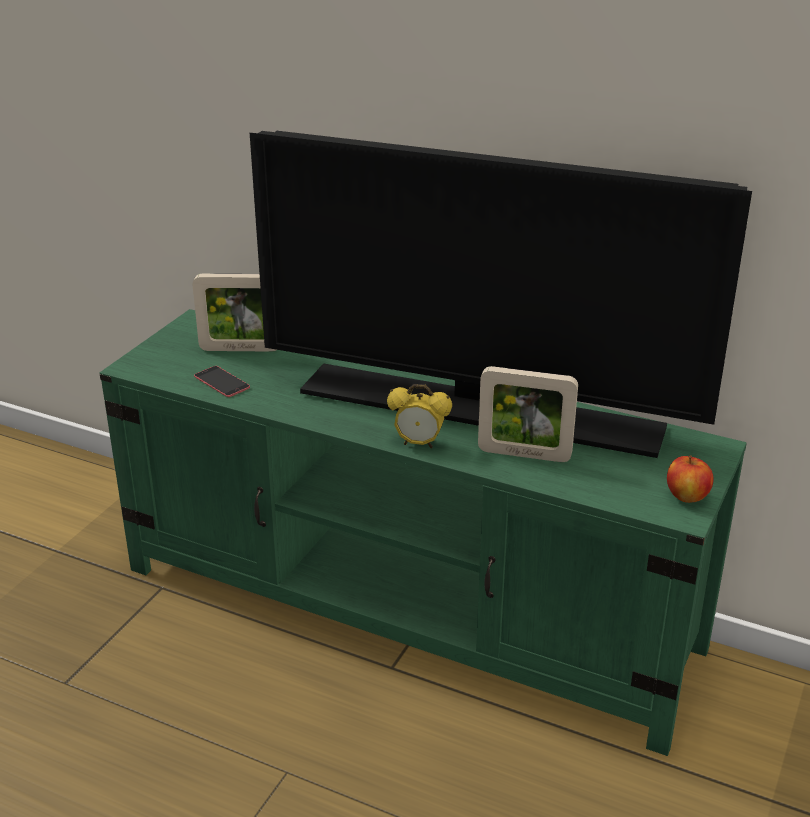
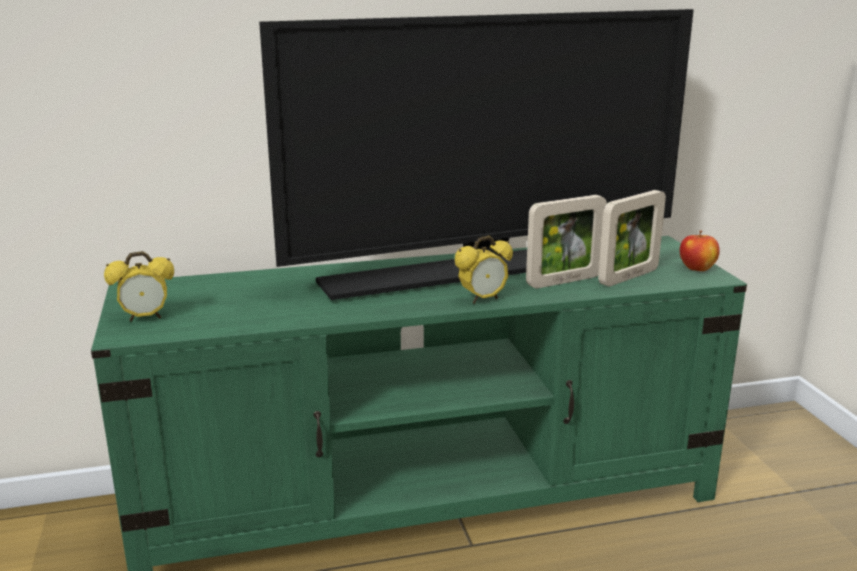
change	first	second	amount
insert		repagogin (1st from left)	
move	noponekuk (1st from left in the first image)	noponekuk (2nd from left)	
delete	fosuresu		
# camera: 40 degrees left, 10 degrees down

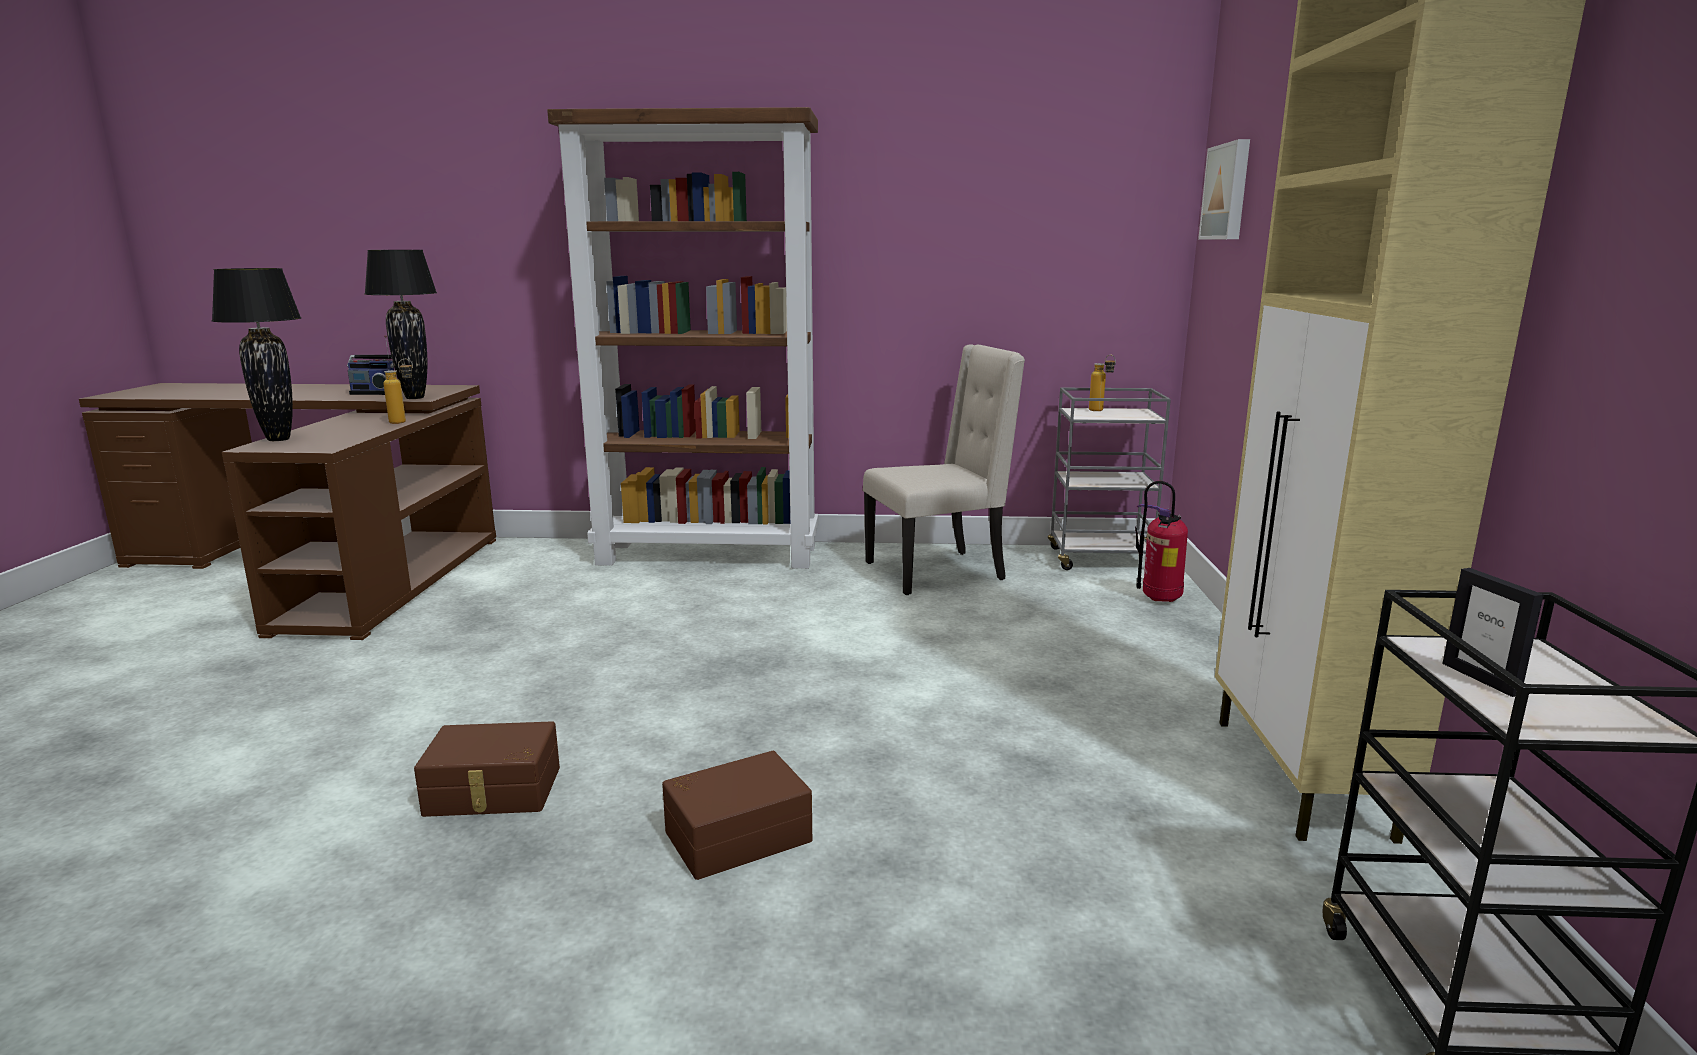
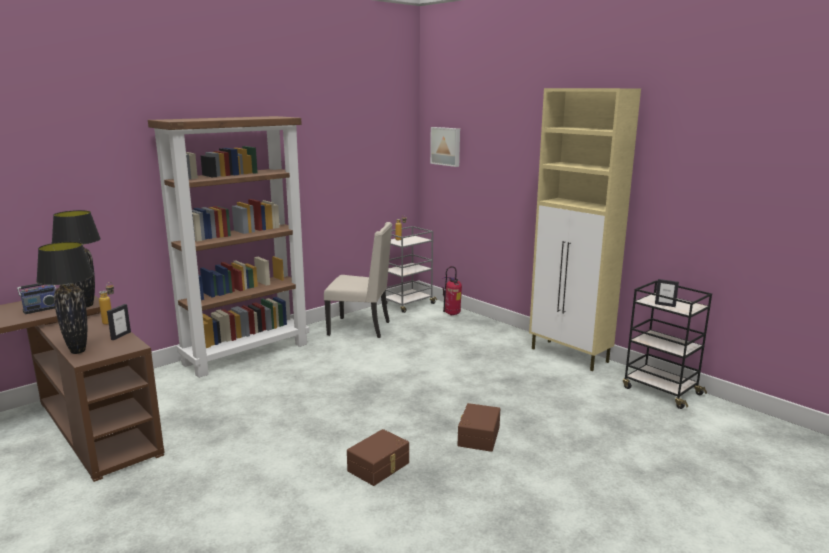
change	first	second	amount
insert		noponekuk (1st from left)	
rotate	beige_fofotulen		75 degrees clockwise
# camera: 45 degrees left, 0 degrees up

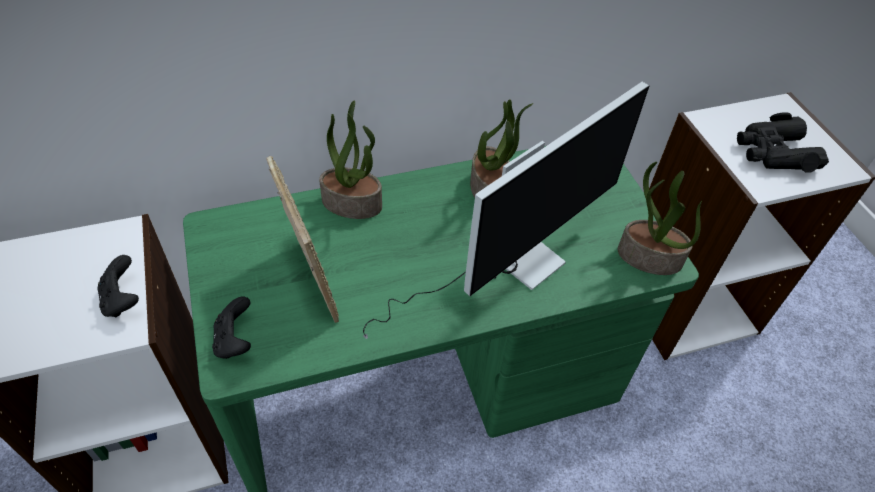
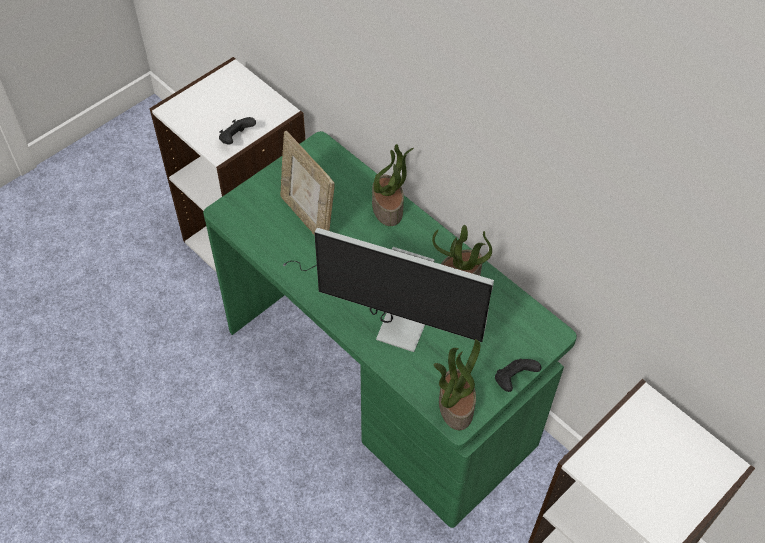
change	first	second	amount
rotate	noponekuk		105 degrees clockwise
move	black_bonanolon (2nd from left)		
delete	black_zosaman		
# camera: 65 degrees right, 5 degrees up

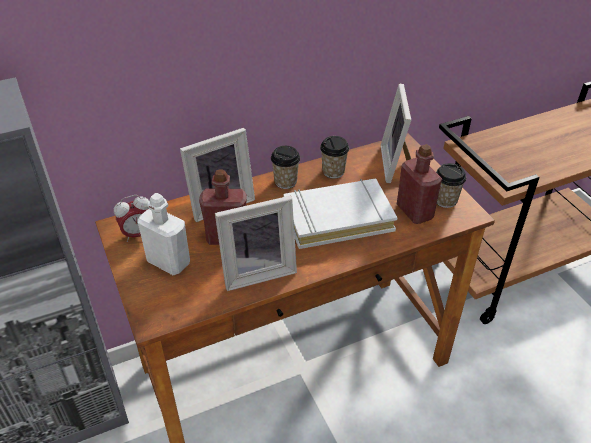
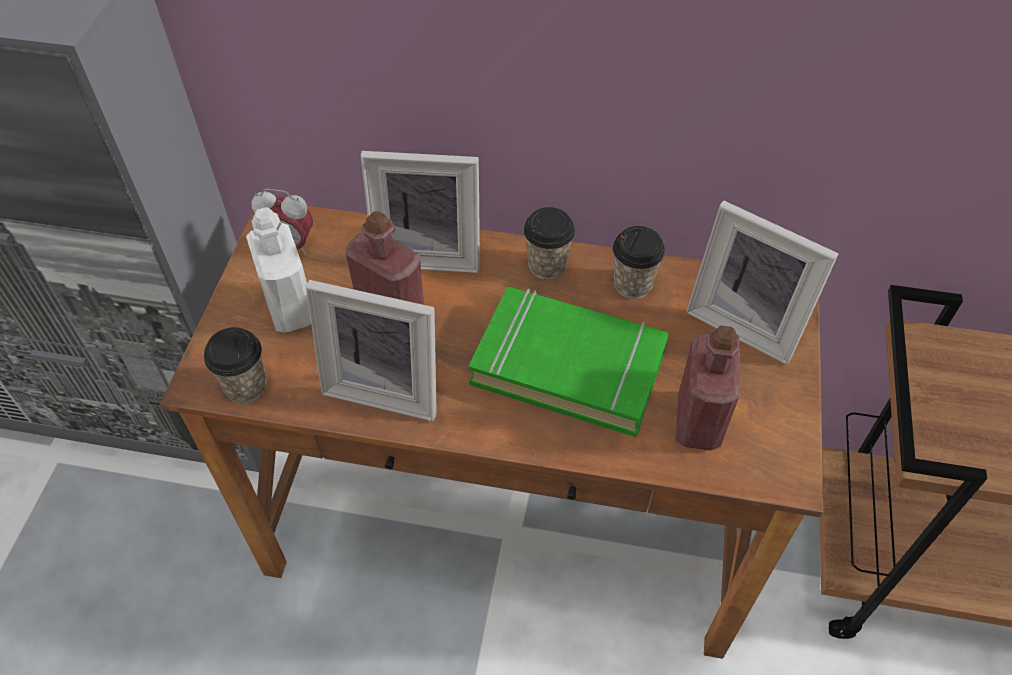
change	first	second	amount
move	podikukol (3rd from left in the first image)	podikukol (1st from left)	
recolor	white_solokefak	green_solokefak	
rotate	noponekuk (3rd from left)		90 degrees counterclockwise
# camera: 35 degrees right, 10 degrees up

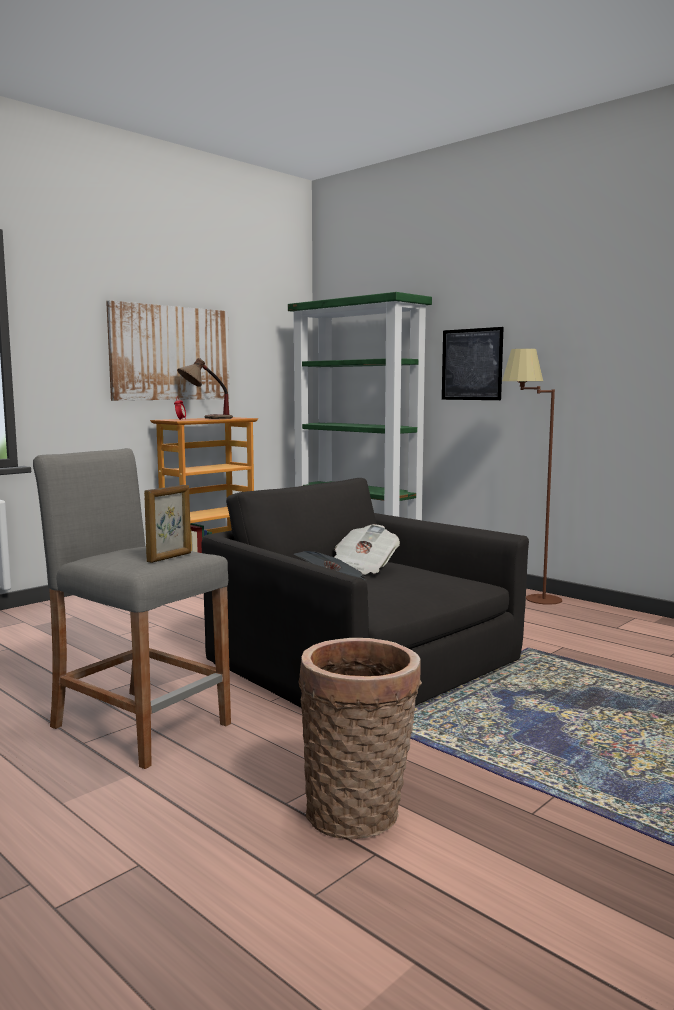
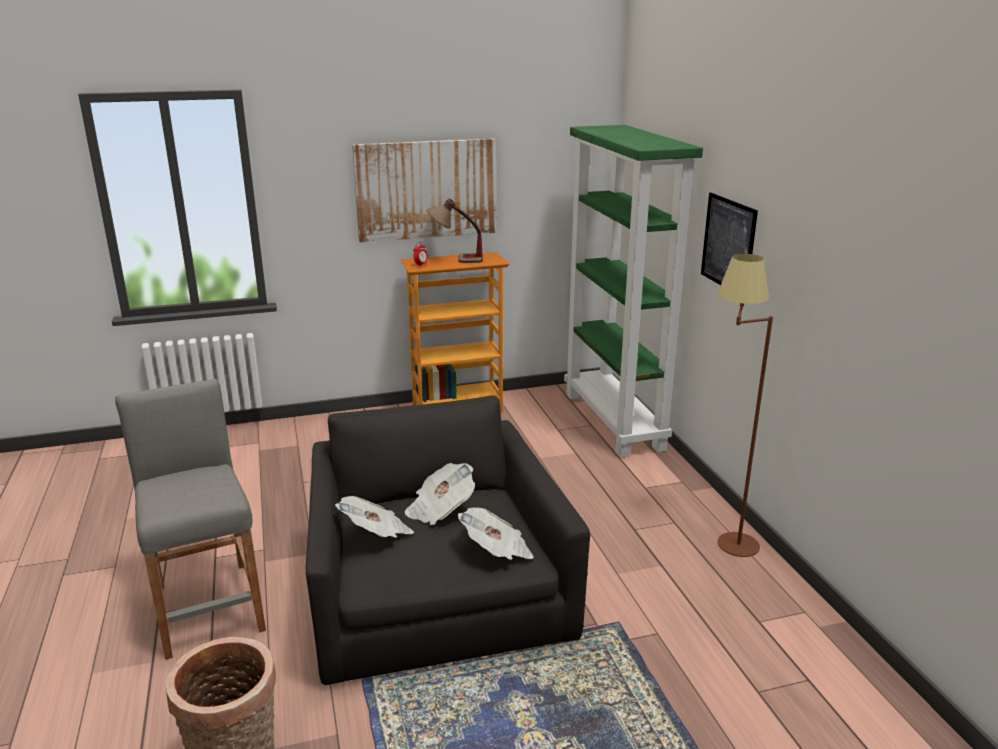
change	first	second	amount
insert		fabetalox (3rd from left)	
delete	noponekuk		
# camera: 30 degrees right, 15 degrees up

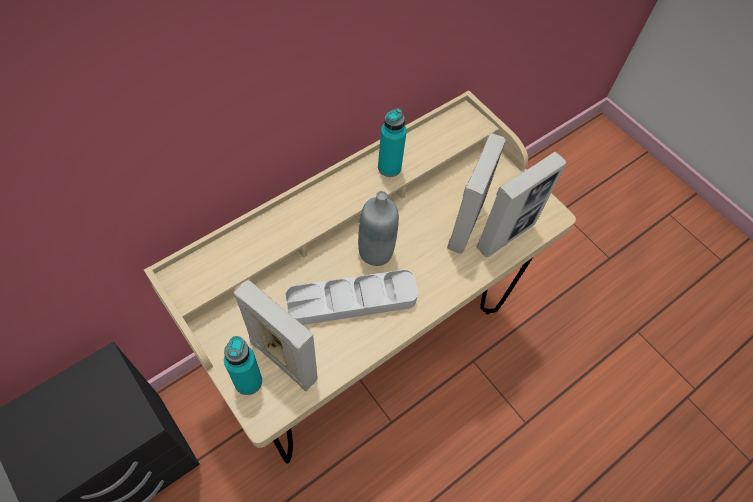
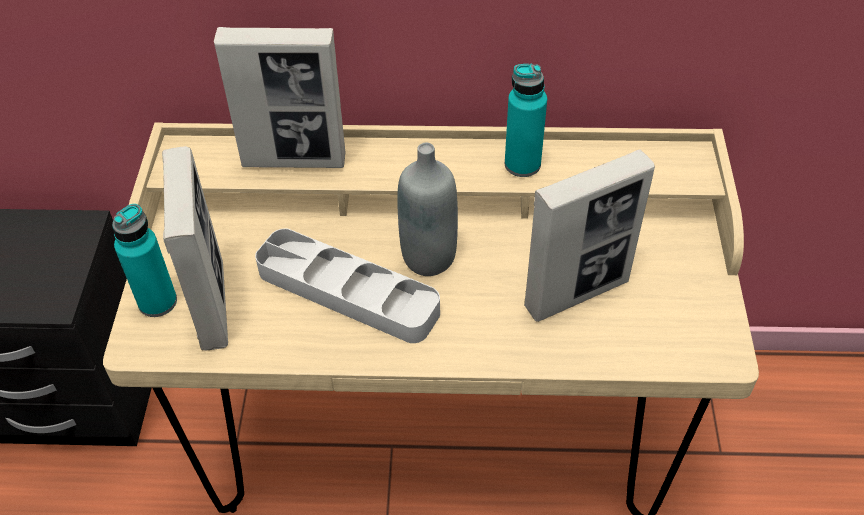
change	first	second	amount
move	noponekuk (3rd from left in the first image)	noponekuk (2nd from left)	
# camera: 45 degrees right, 10 degrees down

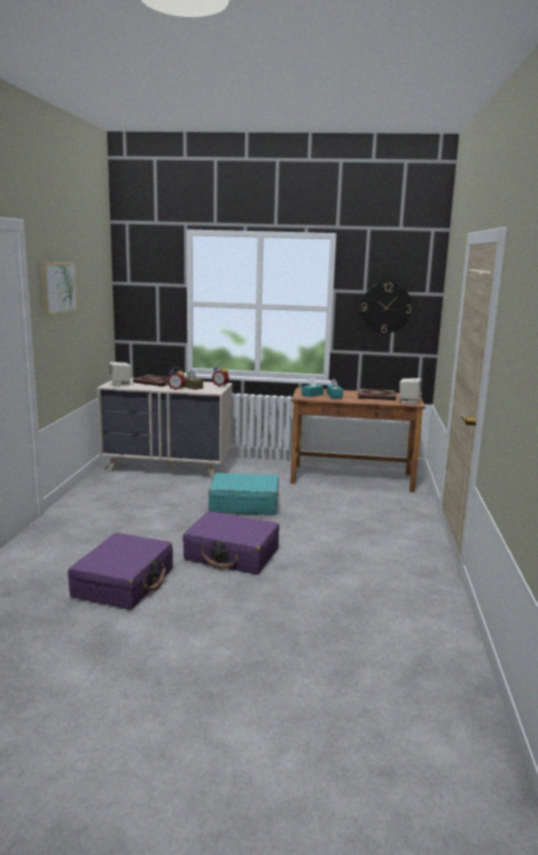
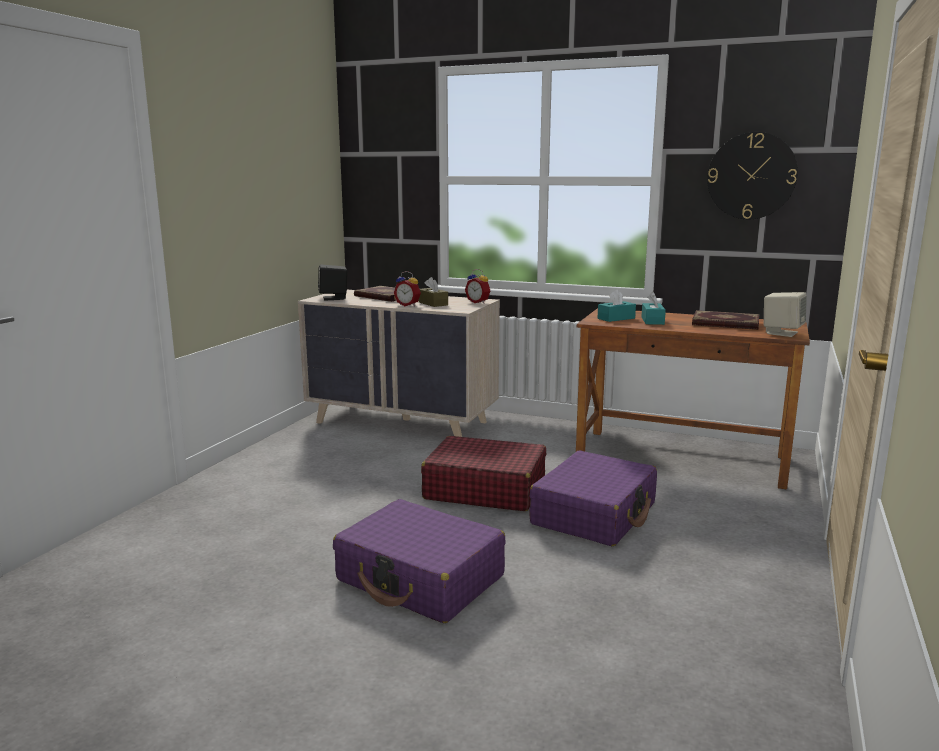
change	first	second	amount
recolor	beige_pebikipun (1st from left)	black_pebikipun	
recolor	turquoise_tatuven	red_tatuven	
move	purple_tatuven (1st from left in the first image)	purple_tatuven (2nd from left)	
delete	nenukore		
# camera: 15 degrees right, 0 degrees up

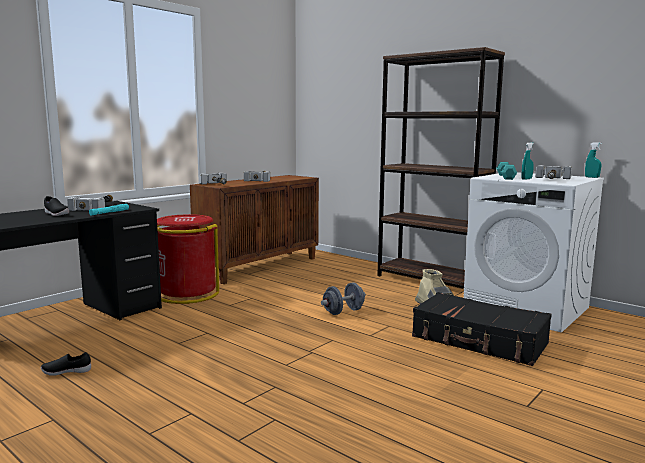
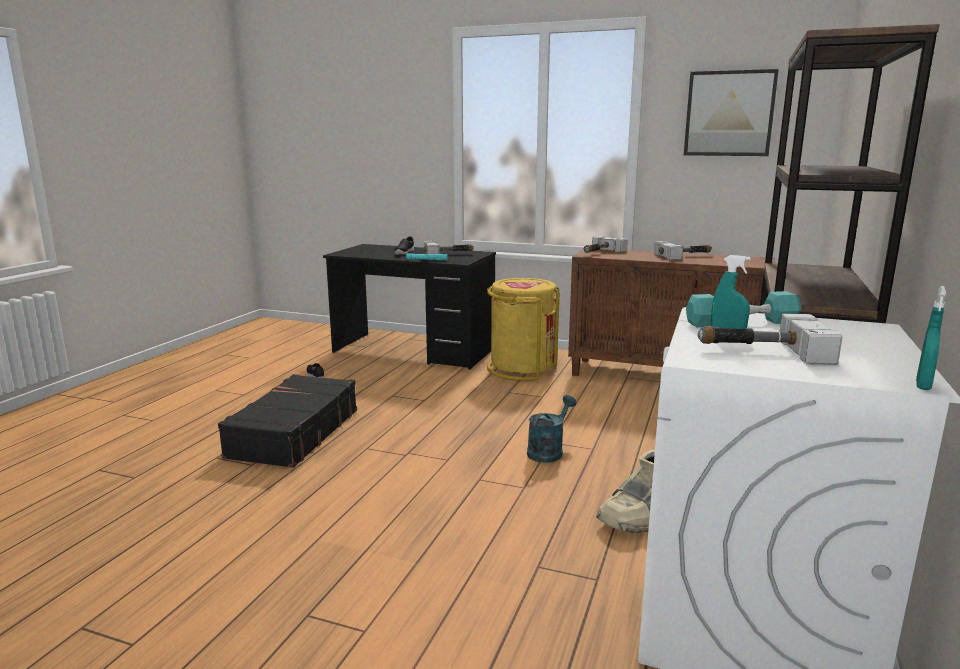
change	first	second	amount
move	black_tatuven		
recolor	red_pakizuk	yellow_pakizuk	
replace	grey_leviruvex	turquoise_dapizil	
insert		nenukore	
# camera: 70 degrees right, 5 degrees up

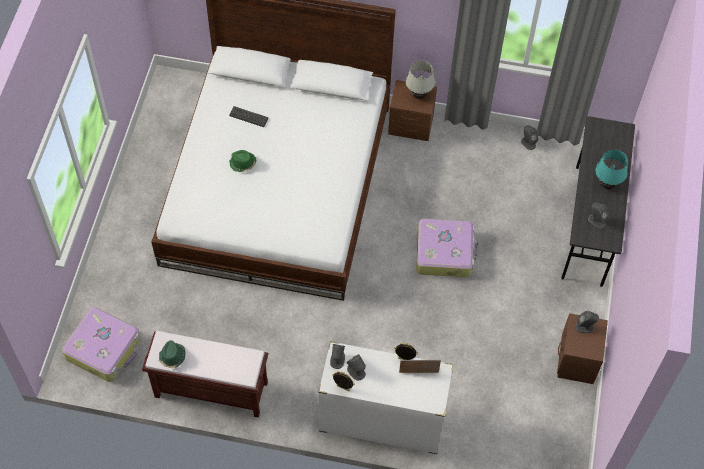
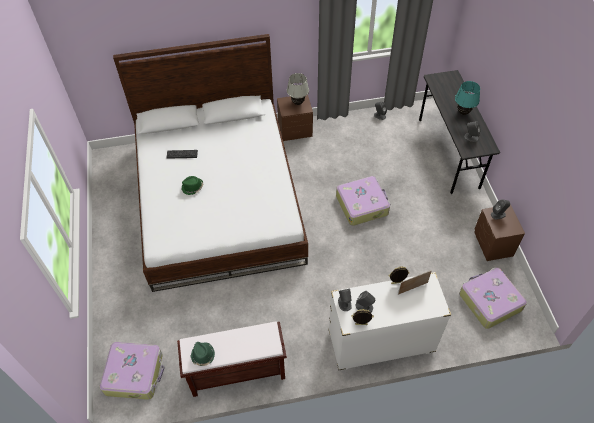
change	first	second	amount
insert		tatuven (3rd from left)	
# camera: 20 degrees left, 5 degrees down

